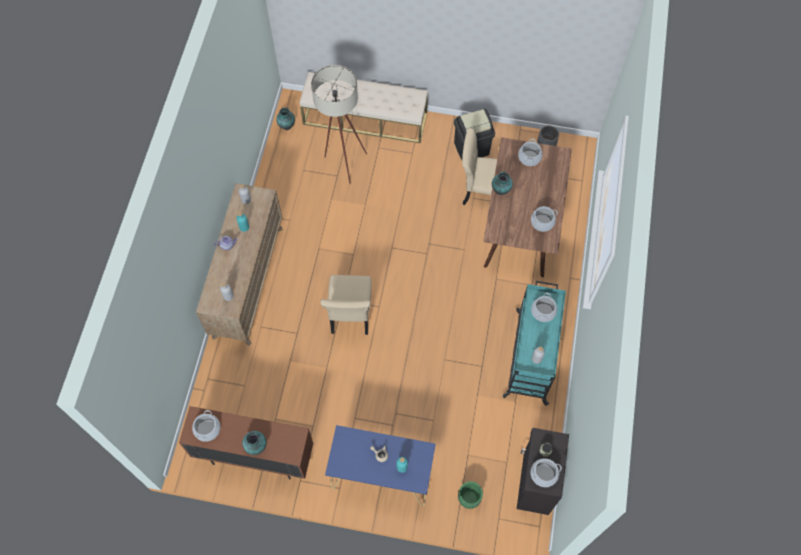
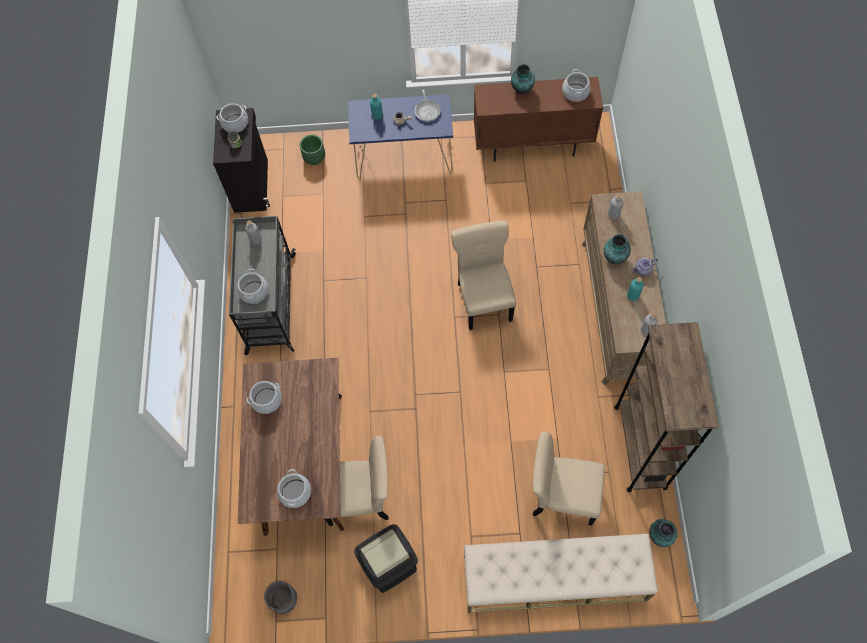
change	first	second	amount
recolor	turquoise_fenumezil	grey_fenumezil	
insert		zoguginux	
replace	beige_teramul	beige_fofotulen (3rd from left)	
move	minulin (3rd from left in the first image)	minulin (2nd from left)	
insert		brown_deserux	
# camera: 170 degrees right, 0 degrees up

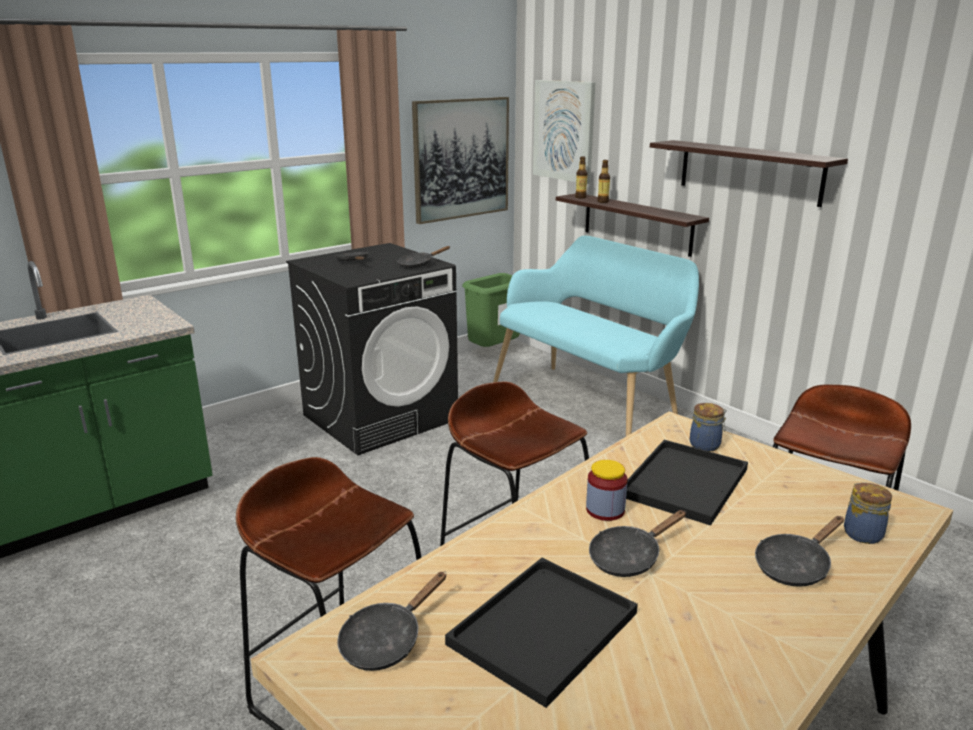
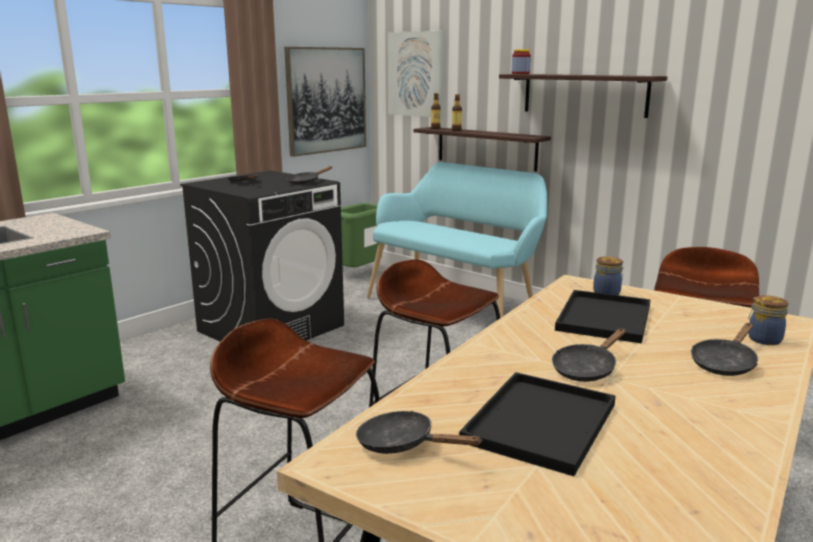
change	first	second	amount
rotate	black_zoguginux (2nd from left in the first image)	black_zoguginux (3rd from left)	90 degrees clockwise
move	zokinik (1st from left)		
# camera: 10 degrees left, 5 degrees down

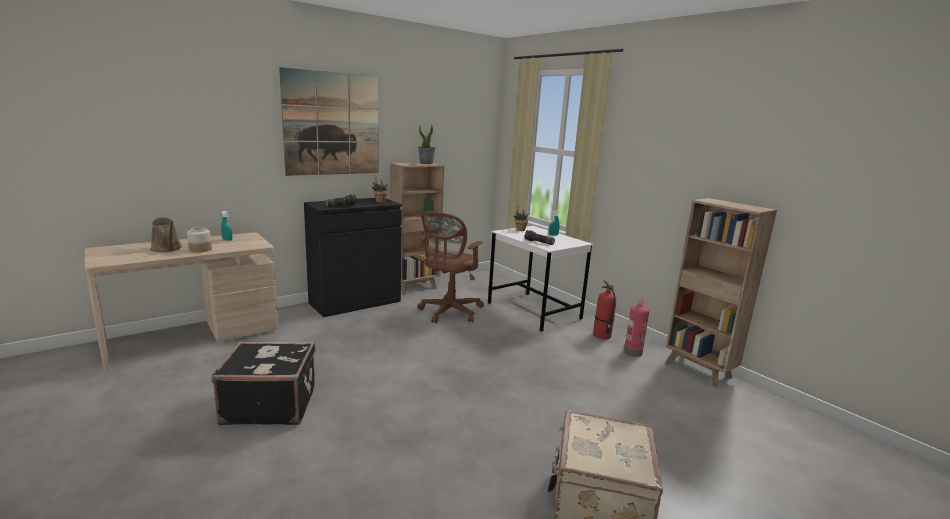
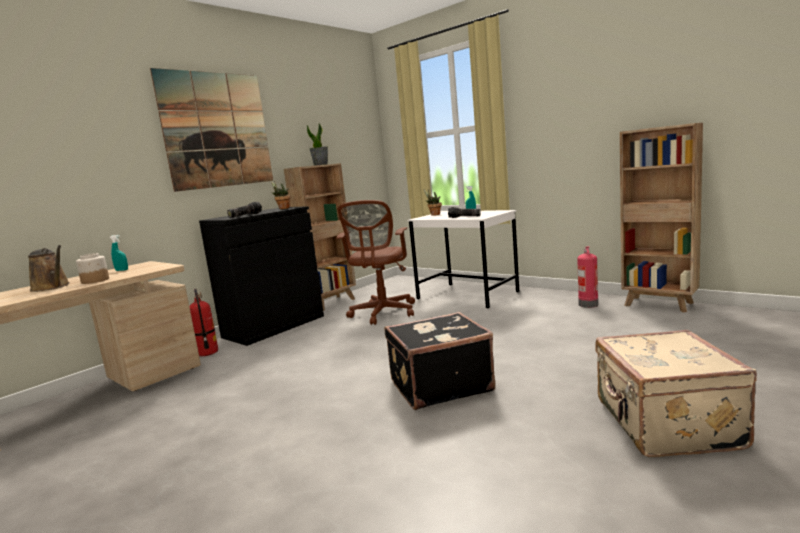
change	first	second	amount
move	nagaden (1st from left)		
move	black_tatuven		
# camera: 10 degrees left, 5 degrees down

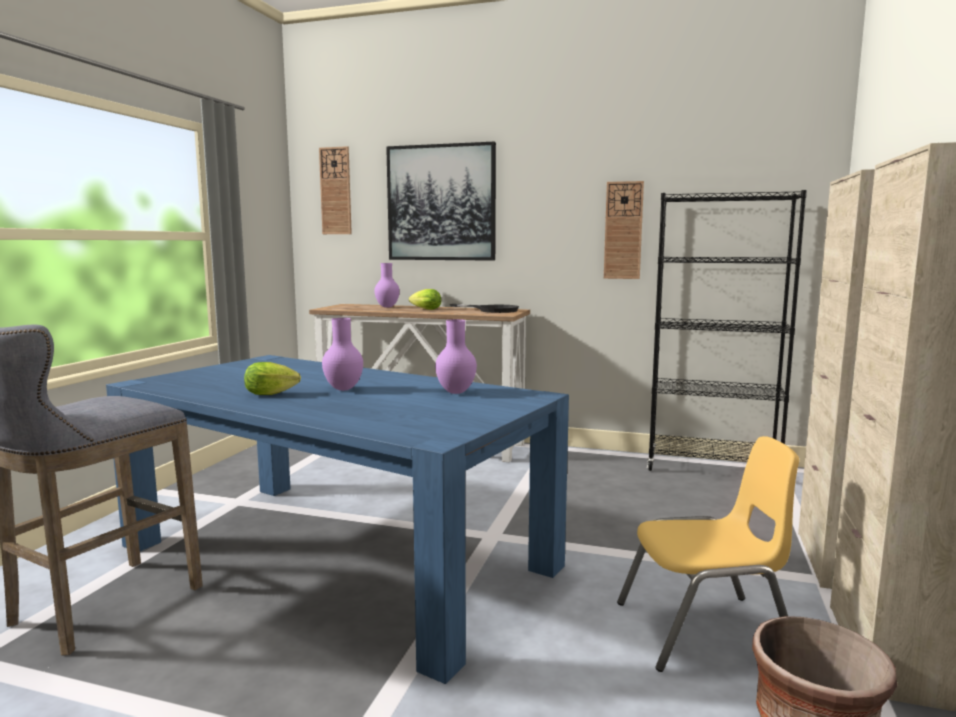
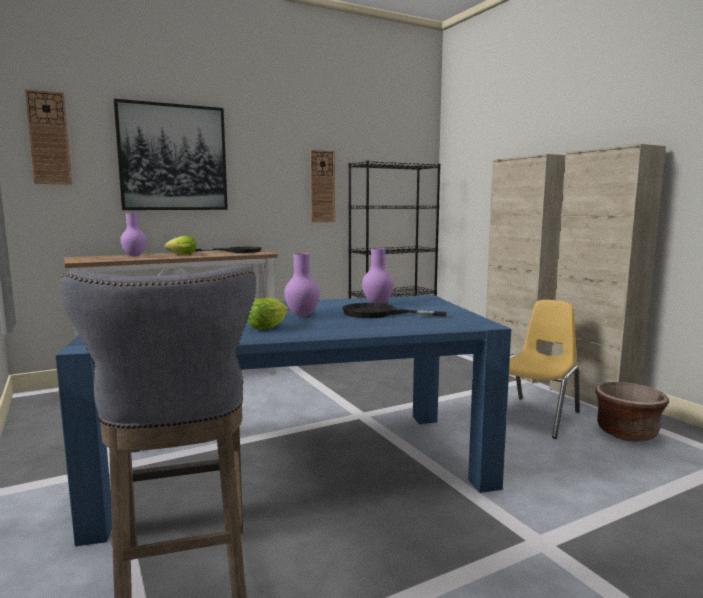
change	first	second	amount
insert		black_zoguginux (2nd from left)	
# camera: 45 degrees left, 0 degrees up

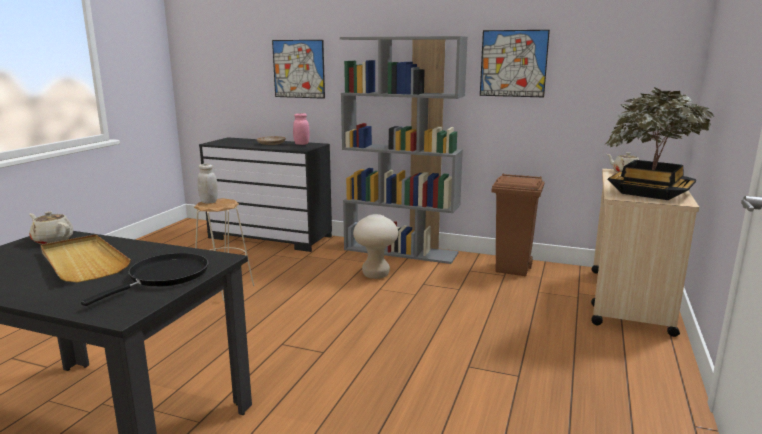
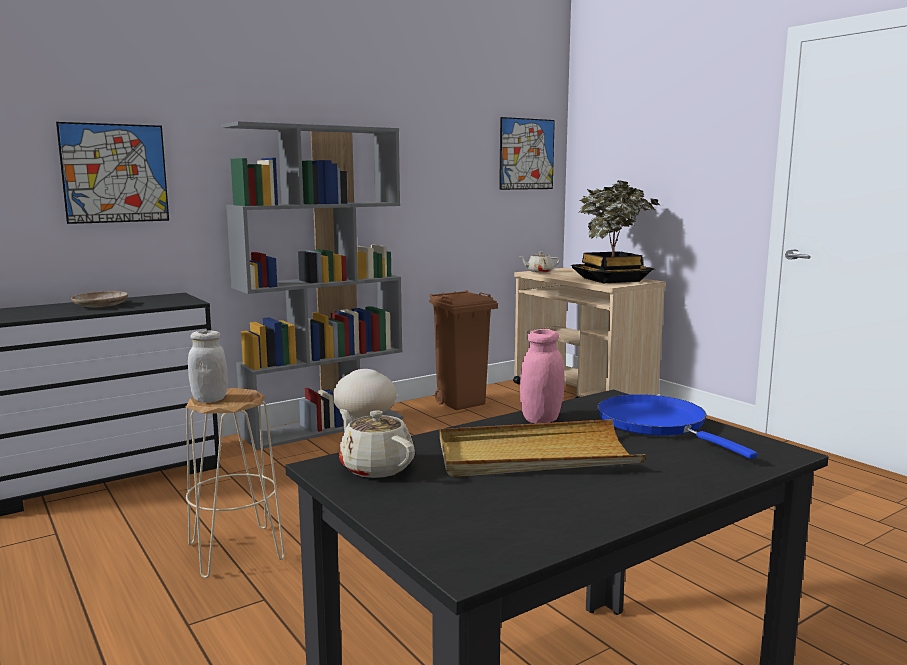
change	first	second	amount
rotate	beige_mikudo (1st from left)		75 degrees clockwise
move	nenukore (2nd from left)		
move	pink_zokinik		
recolor	black_zoguginux	blue_zoguginux	
# camera: 55 degrees left, 5 degrees down

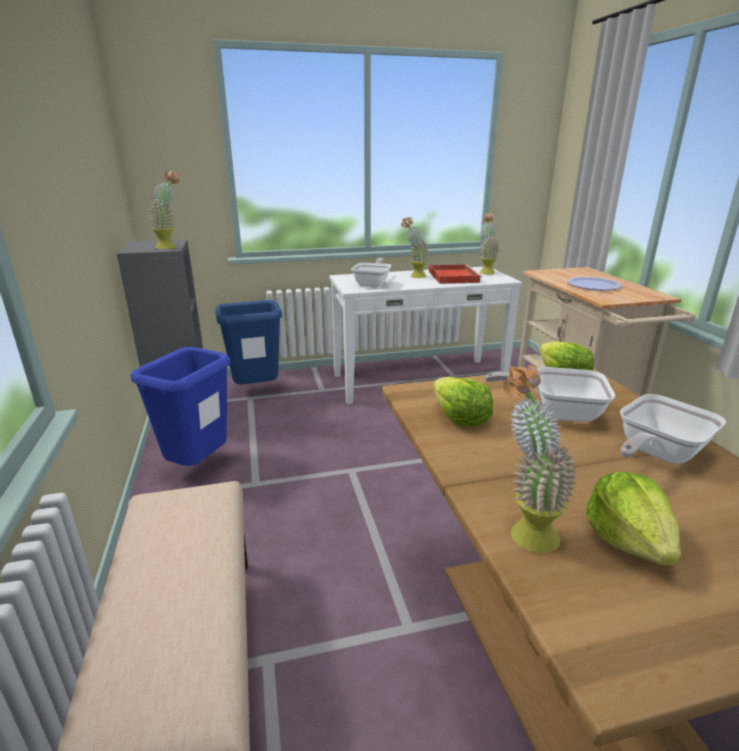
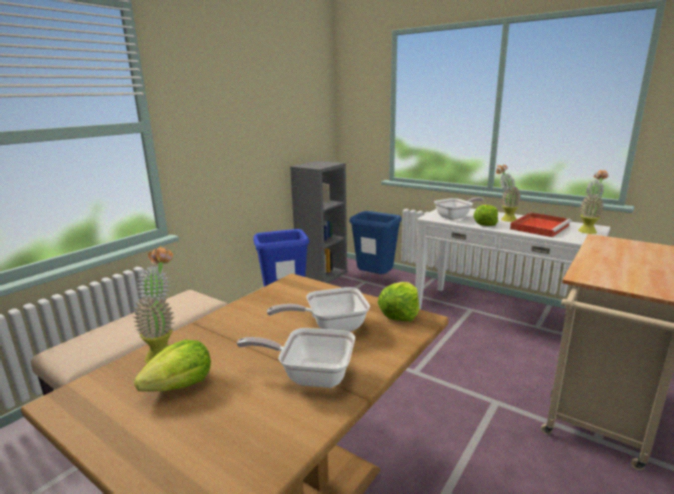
change	first	second	amount
rotate	zoguginux (2nd from left)		75 degrees counterclockwise
move	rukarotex (1st from left in the first image)	rukarotex (3rd from left)	
delete	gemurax (1st from left)		
delete	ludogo		
# camera: 50 degrees right, 5 degrees down

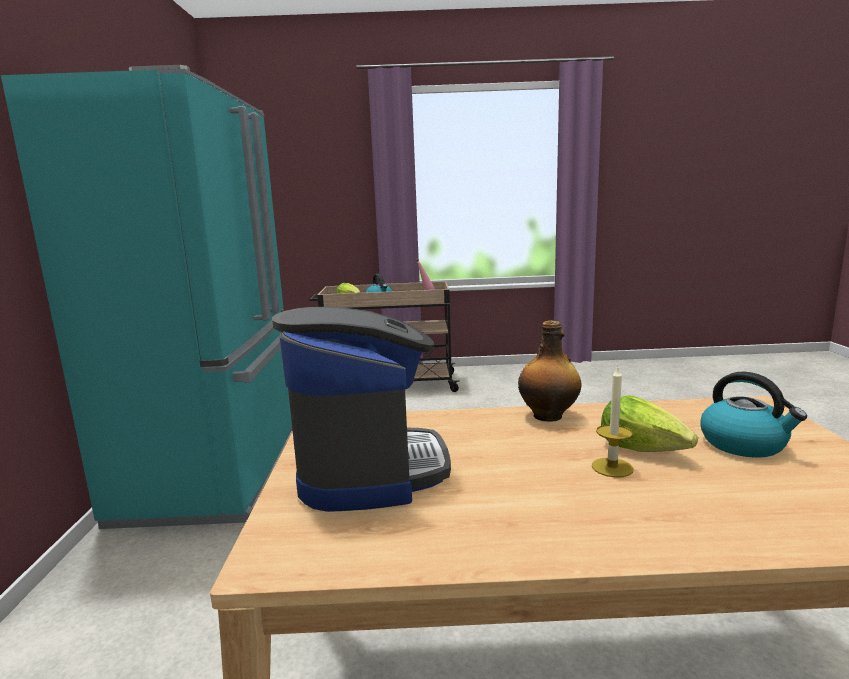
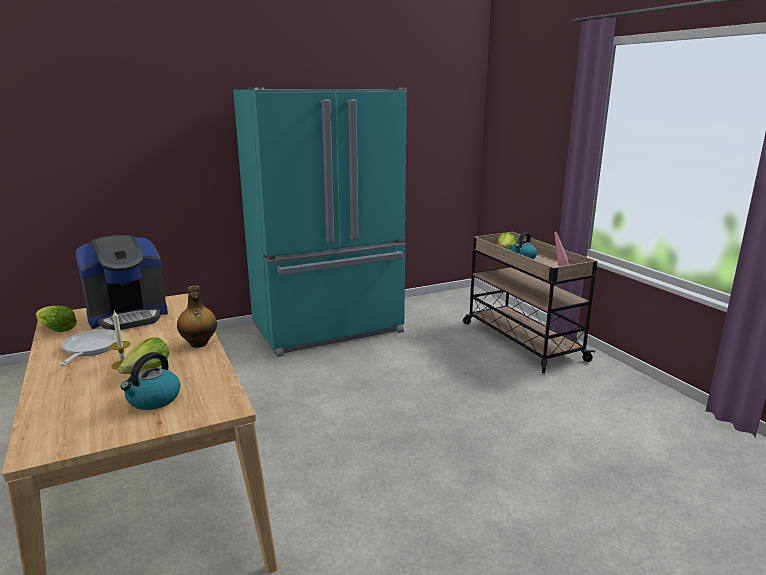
change	first	second	amount
insert		rukarotex (1st from left)	
insert		zoguginux	
# camera: 65 degrees right, 5 degrees up

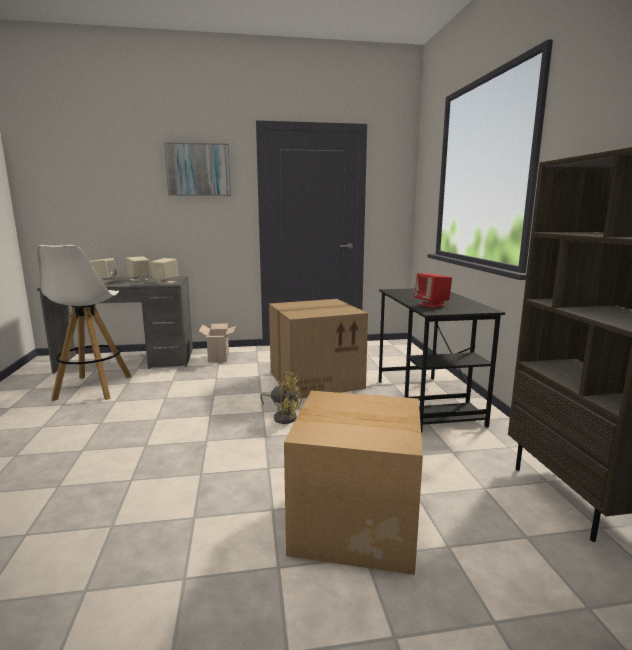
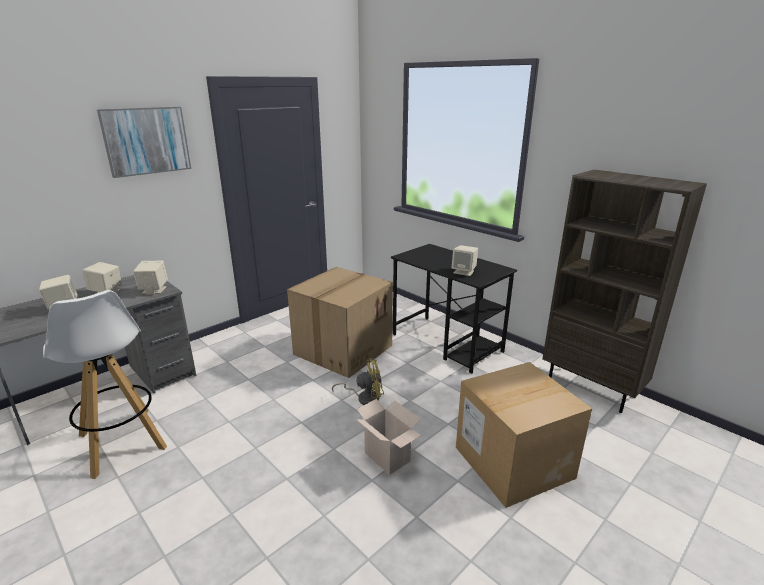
change	first	second	amount
move	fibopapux (1st from left in the first image)	fibopapux (2nd from left)	
recolor	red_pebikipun	beige_pebikipun (4th from left)	
# camera: 35 degrees left, 10 degrees up

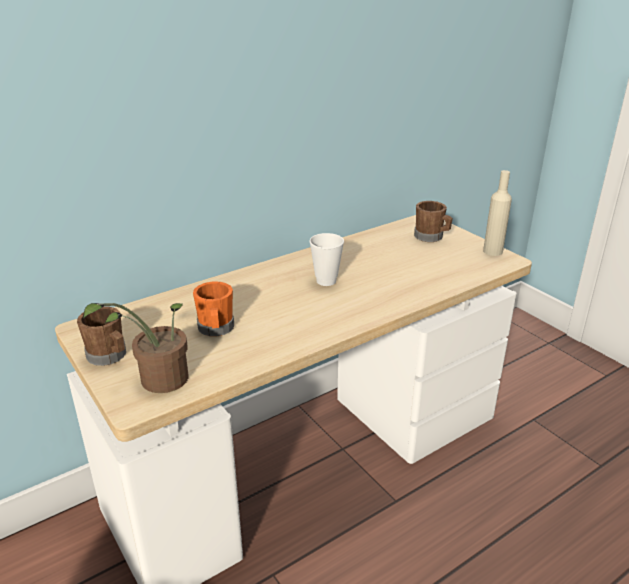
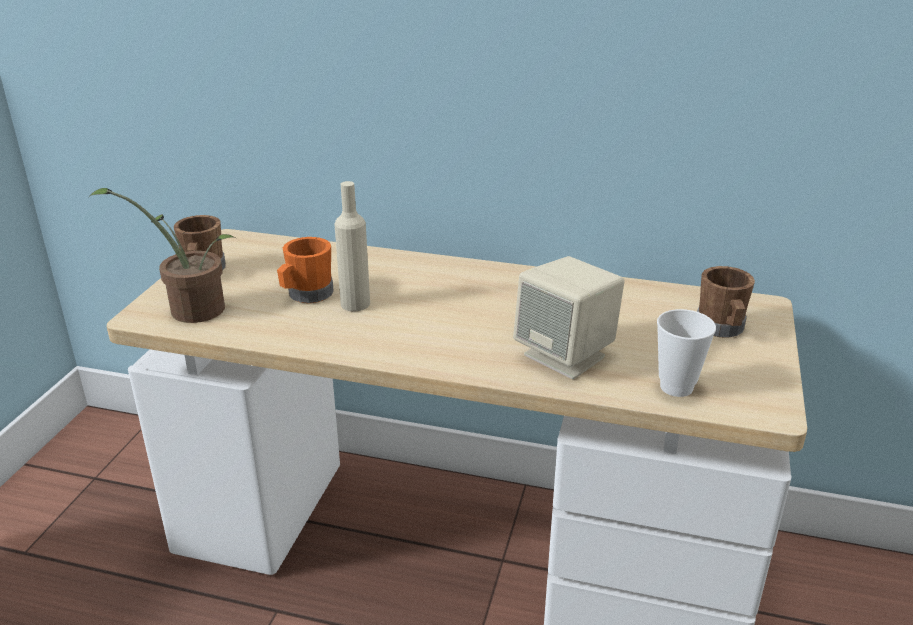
change	first	second	amount
move	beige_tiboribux		
insert		beige_pebikipun	
move	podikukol		
# camera: 50 degrees right, 0 degrees up

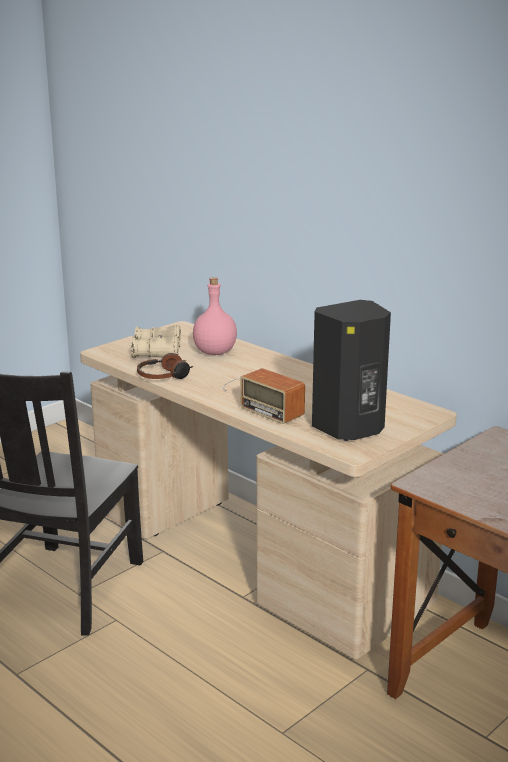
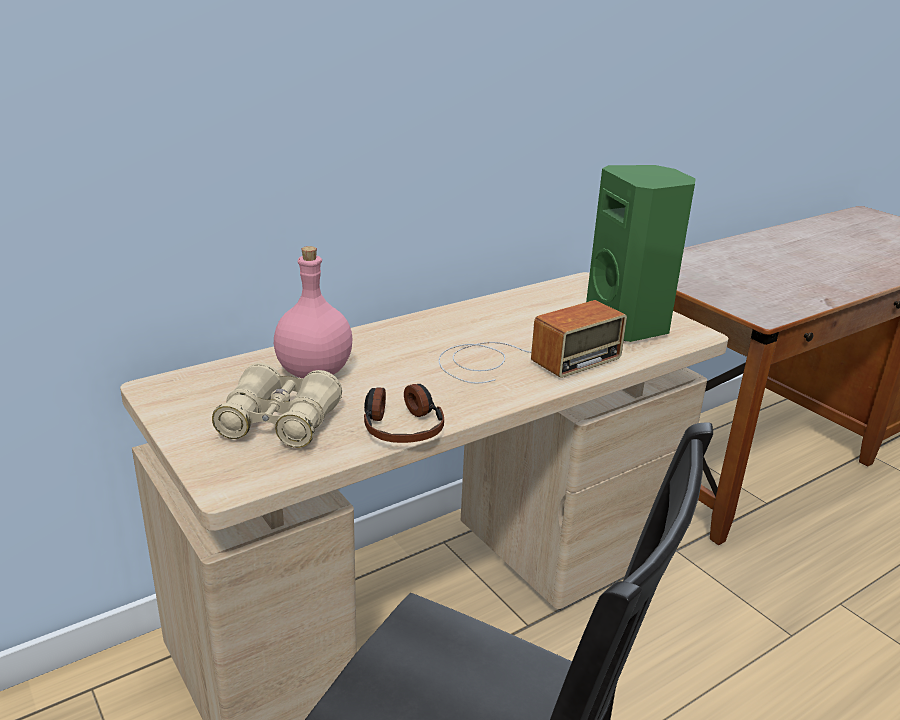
change	first	second	amount
recolor	black_pebikipun	green_pebikipun	
# camera: 80 degrees left, 5 degrees up

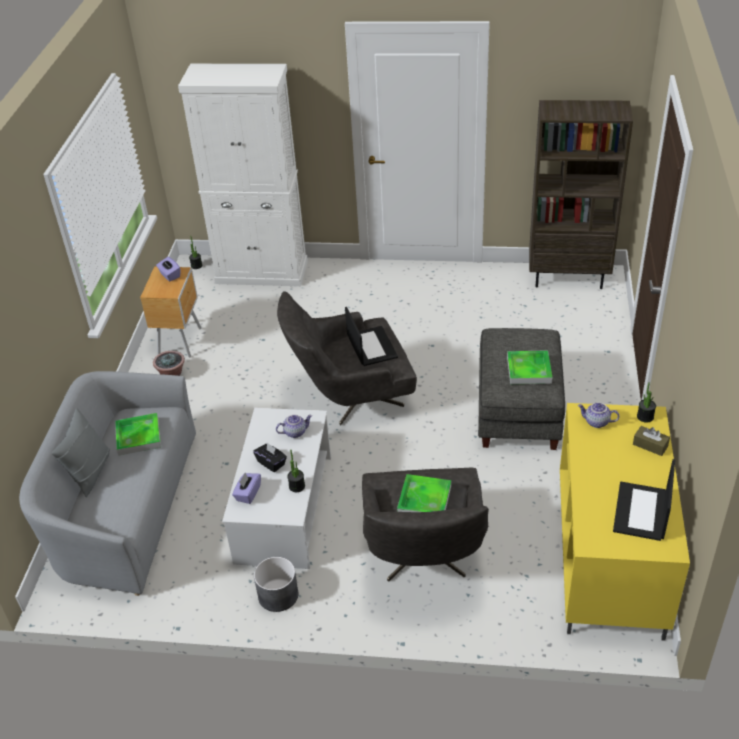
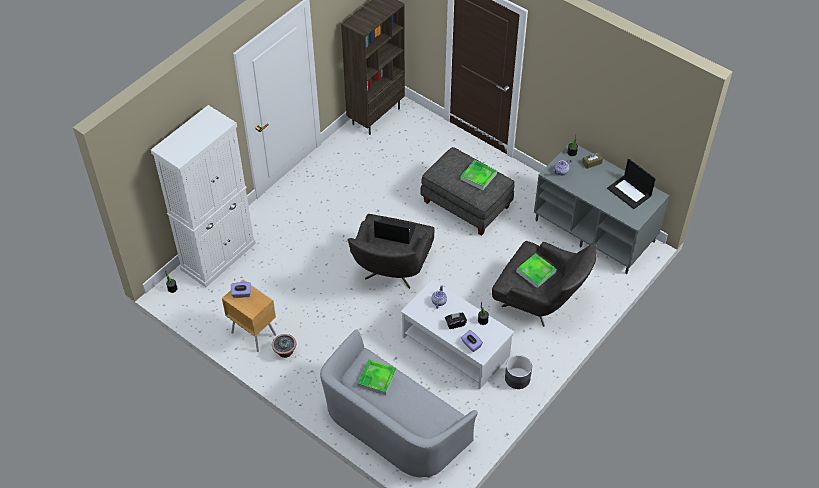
change	first	second	amount
recolor	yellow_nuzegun	grey_nuzegun	
delete	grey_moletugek		
# camera: 60 degrees left, 10 degrees up

